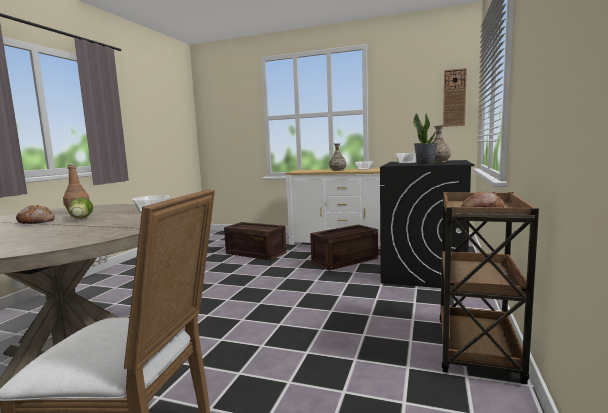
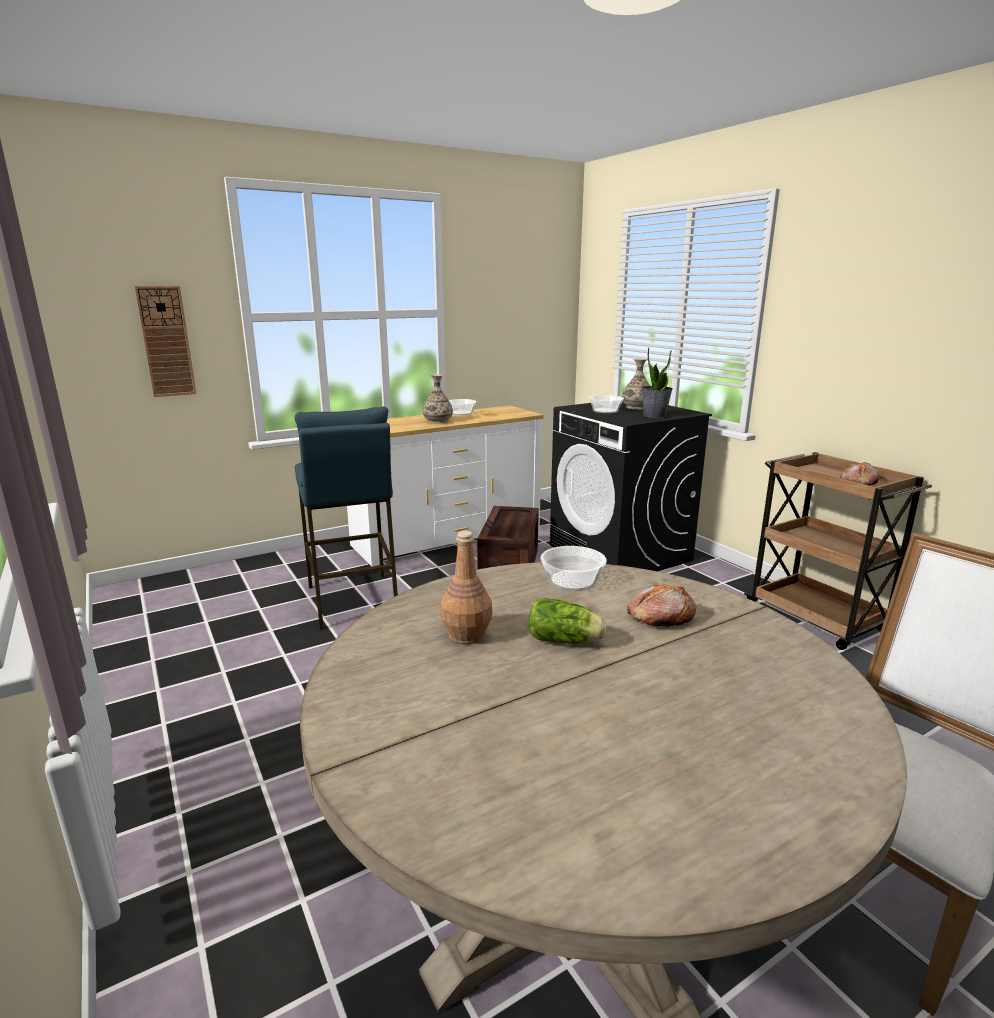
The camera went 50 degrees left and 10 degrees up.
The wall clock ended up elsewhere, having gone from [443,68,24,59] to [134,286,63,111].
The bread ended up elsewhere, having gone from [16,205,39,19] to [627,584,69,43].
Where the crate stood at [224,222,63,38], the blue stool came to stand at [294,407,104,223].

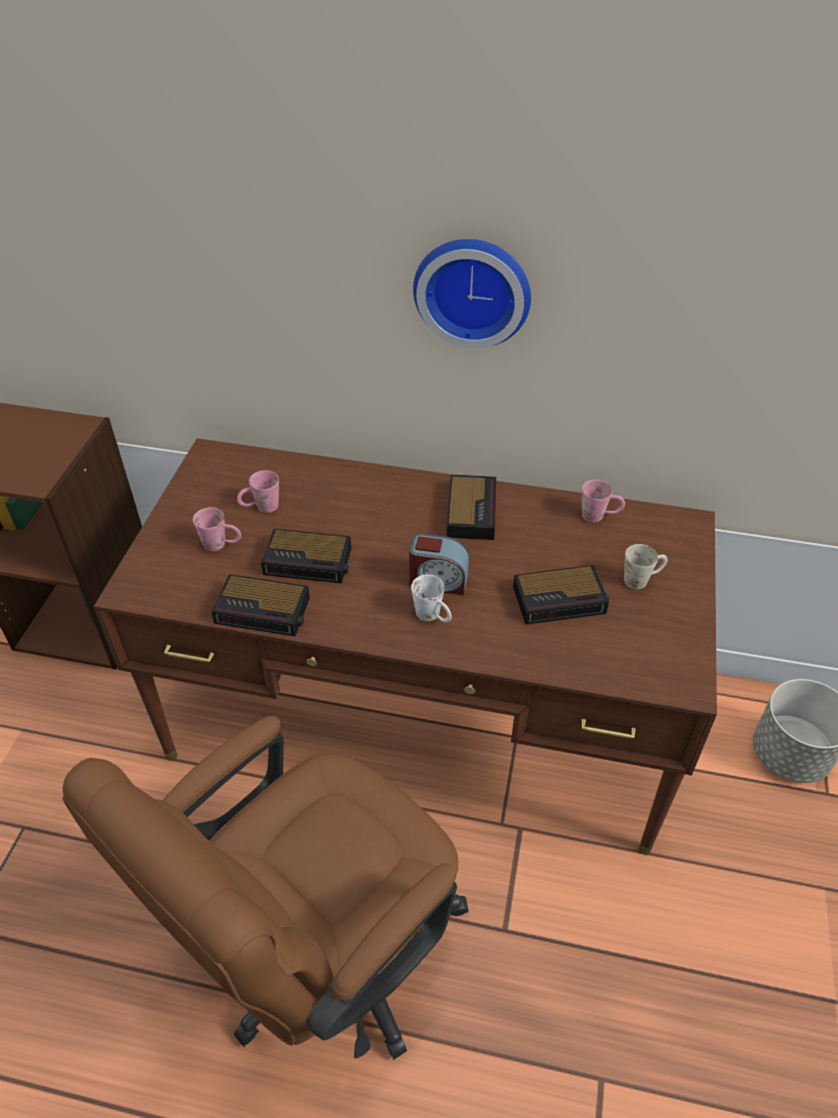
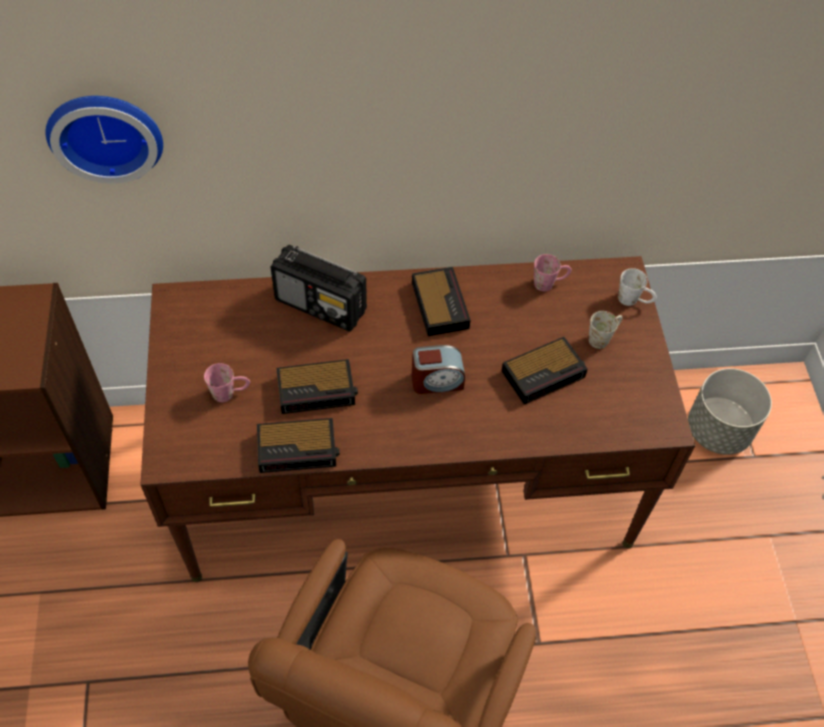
The camera went 20 degrees left and 10 degrees up.
The wall clock ended up elsewhere, having gone from [413,239,118,110] to [45,96,118,88].
The second view lost the pink mug at [237,470,42,43].
The white mug ended up elsewhere, having gone from [411,574,41,48] to [618,268,38,38].
The second view gained the radio at [271,245,96,87].

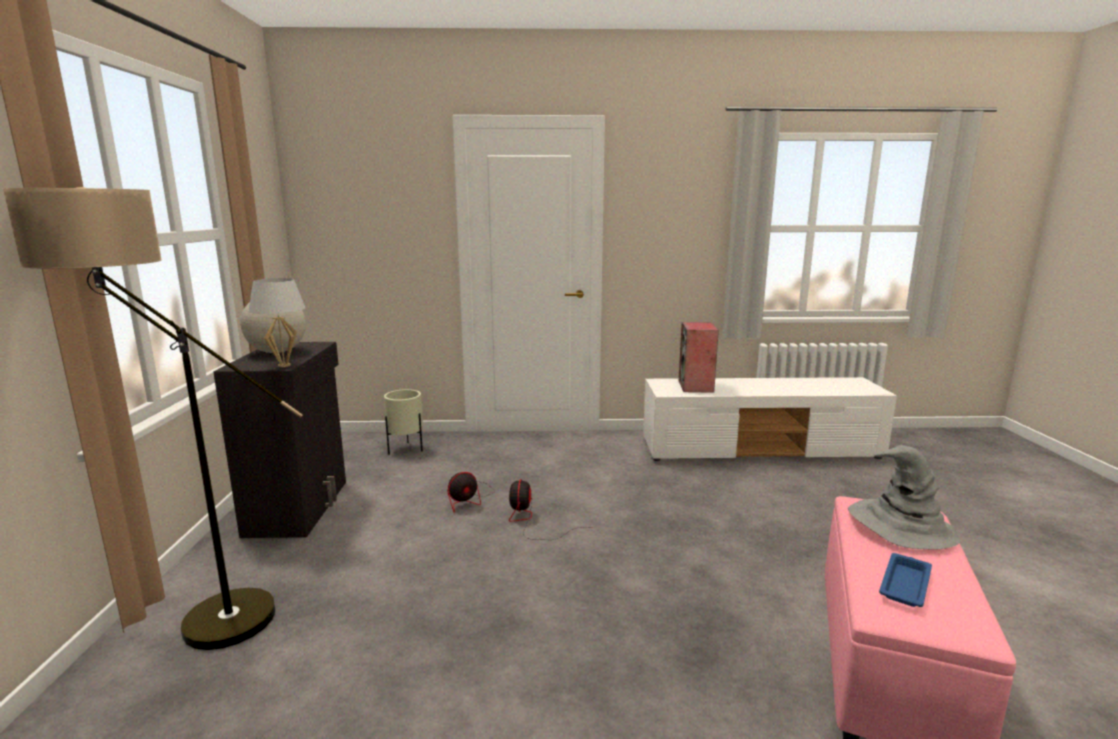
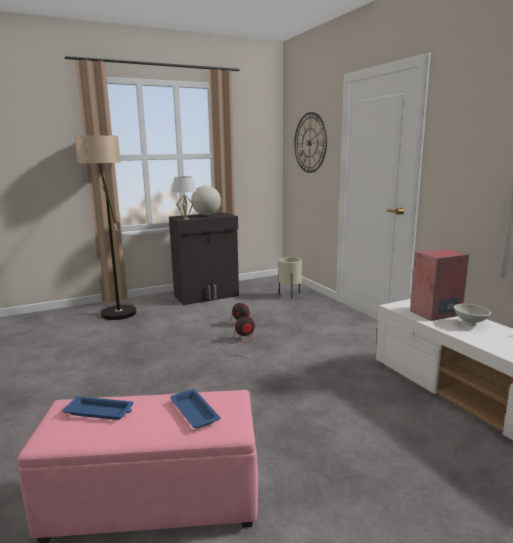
The camera went 65 degrees right and 0 degrees up.
Where the grey hat stood at [848,445,112,104], the blue tray came to stand at [170,389,50,39].
The second view gained the wall clock at [294,112,33,61].
The second view gained the white bowl at [454,304,37,23].

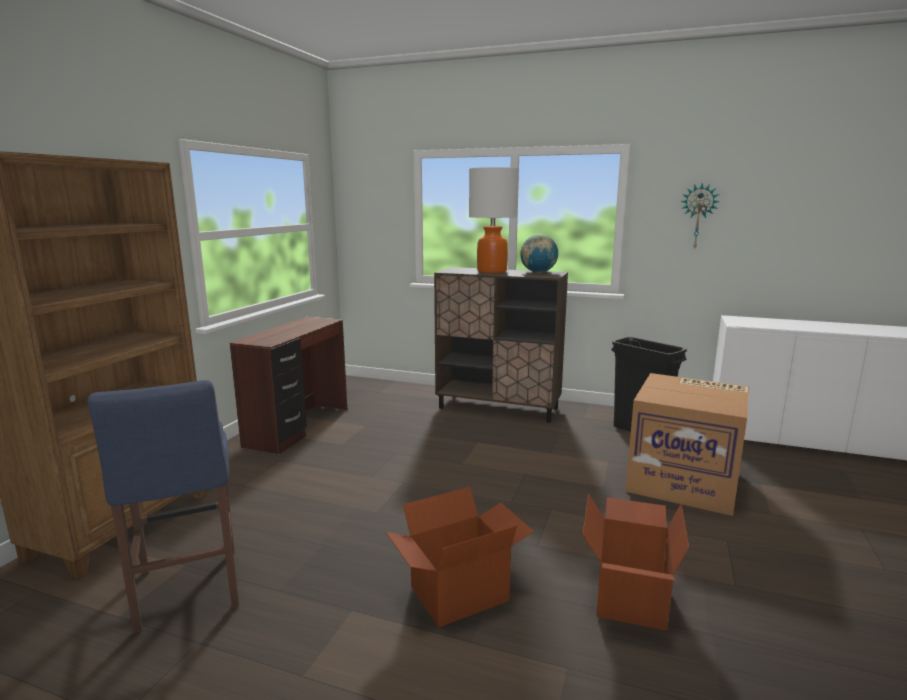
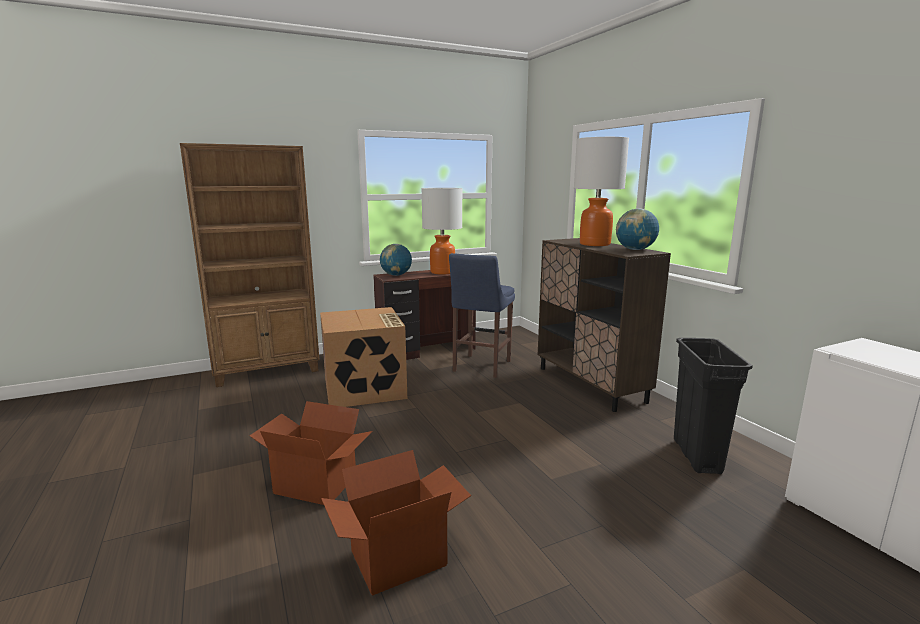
The camera went 45 degrees right and 0 degrees up.
The second view lost the wall clock at [681,182,39,66].
The cardboard box ended up elsewhere, having gone from [625,373,124,143] to [320,307,87,100].
The blue stool ended up elsewhere, having gone from [88,380,151,254] to [449,253,66,125].
The second view gained the table lamp at [421,188,41,87].
The second view gained the globe at [380,244,32,32].

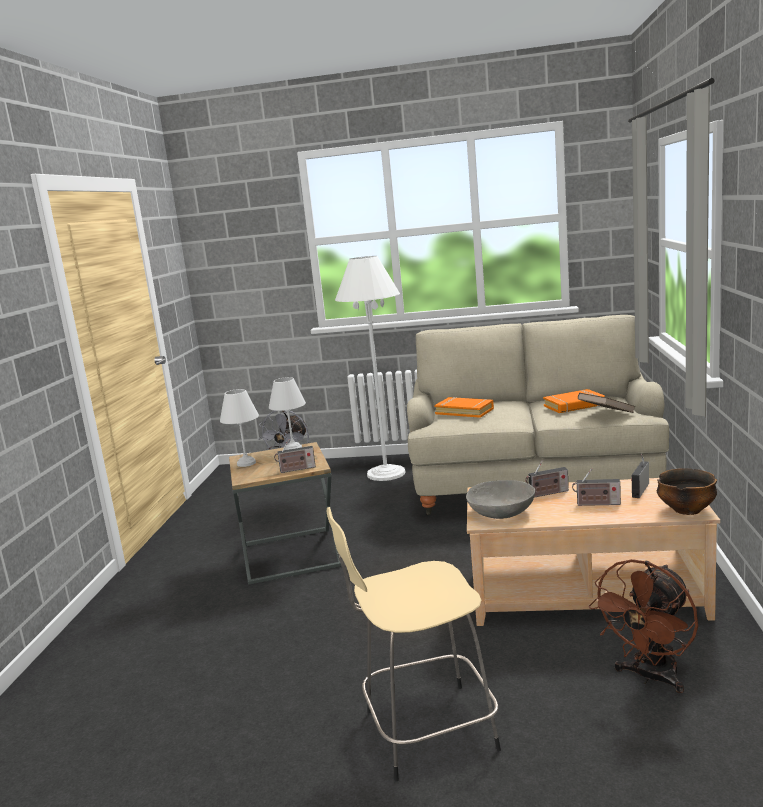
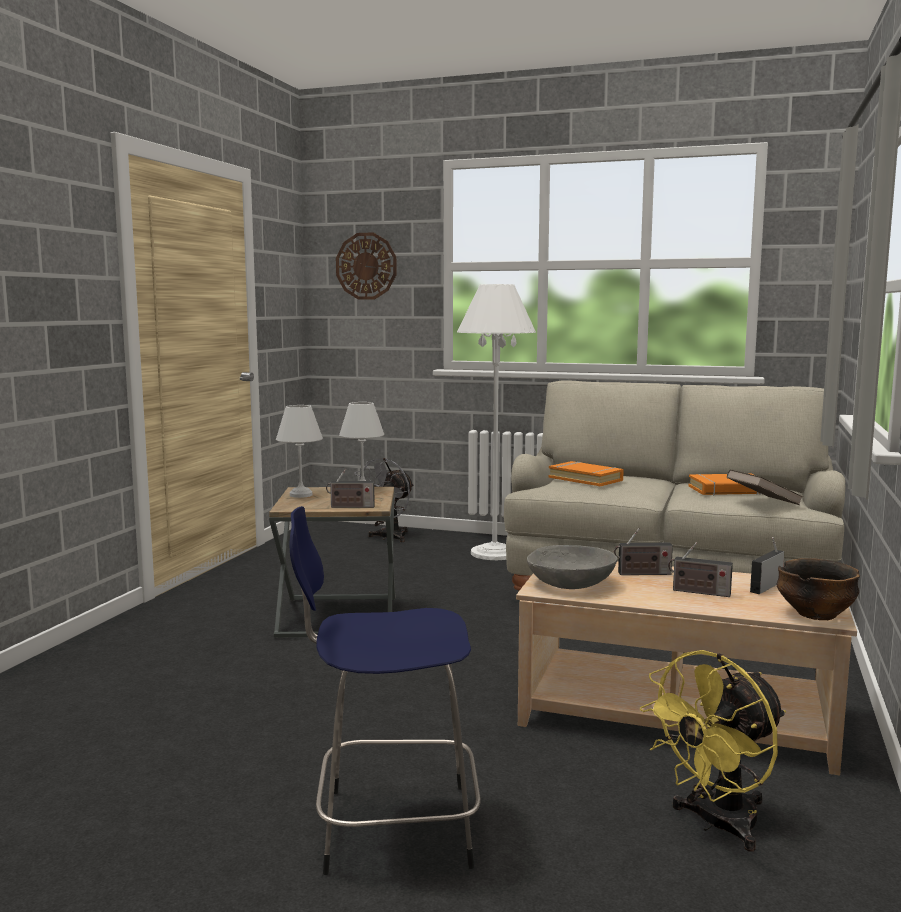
The camera went 10 degrees right and 5 degrees down.
What was the beige stool at [327,507,174,274] turned into the blue stool at [289,506,192,369].
What was the brown fan at [589,559,109,134] turned into the yellow fan at [640,650,146,202].
The second view gained the wall clock at [336,232,61,68].

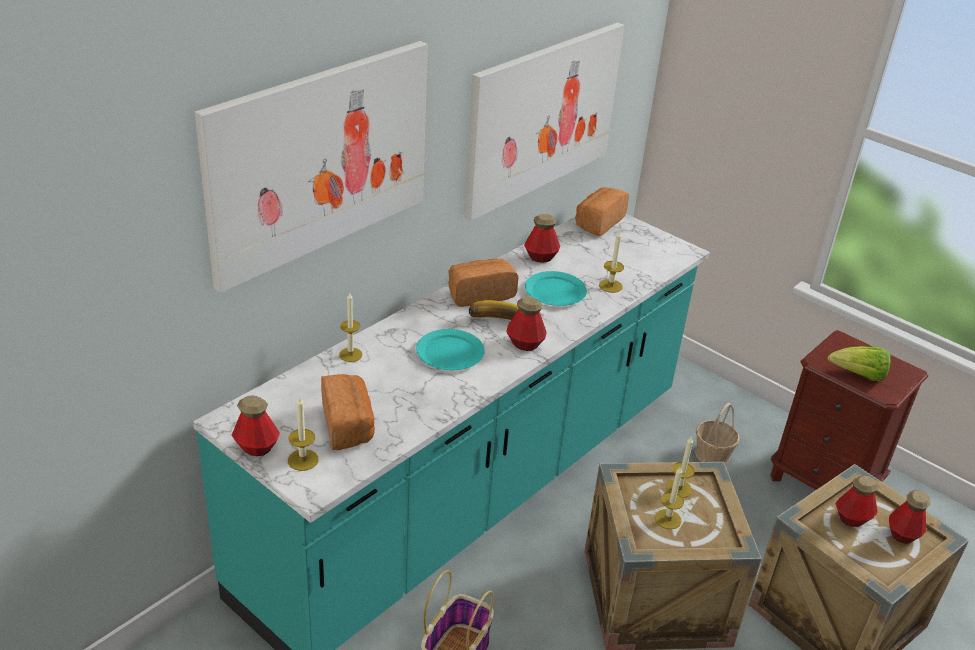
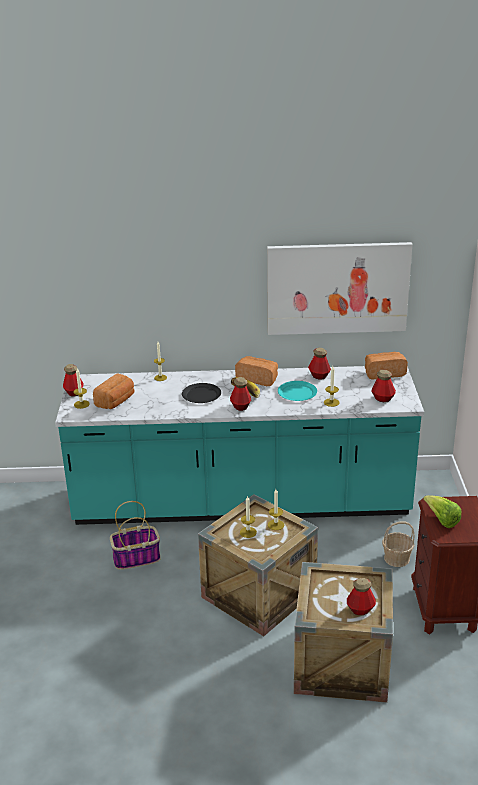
The camera went 50 degrees right and 5 degrees down.
The second view lost the picture at [195,41,233,252].
What was the turquoise plate at [416,329,69,41] turned into the black plate at [182,383,39,20].
The bottle ended up elsewhere, having gone from [836,476,43,51] to [371,370,25,32].

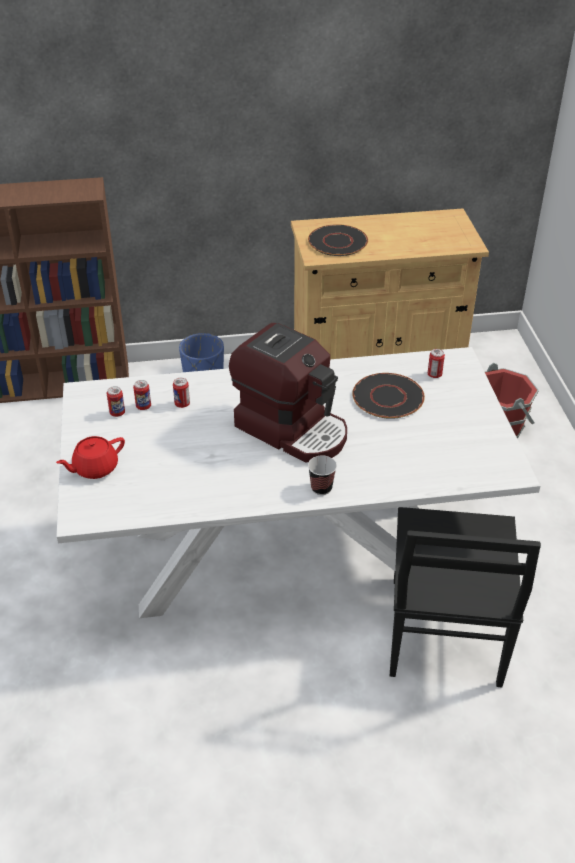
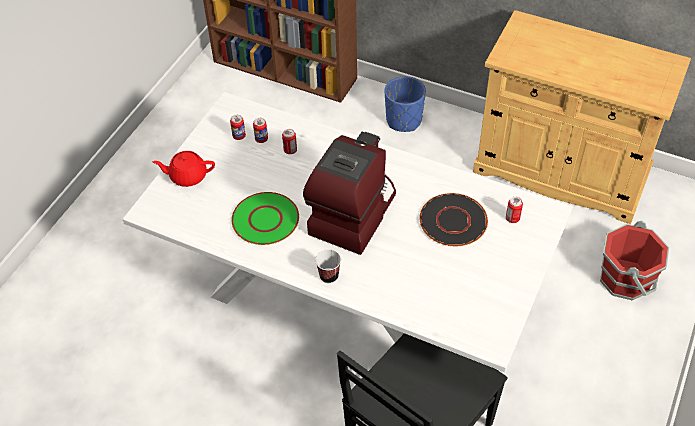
The camera went 35 degrees right and 10 degrees up.
The second view lost the black plate at [308,224,60,32].
The coffee machine at [229,323,118,139] ended up facing another way, 135 degrees counterclockwise from before.
The second view gained the green plate at [231,192,68,53].

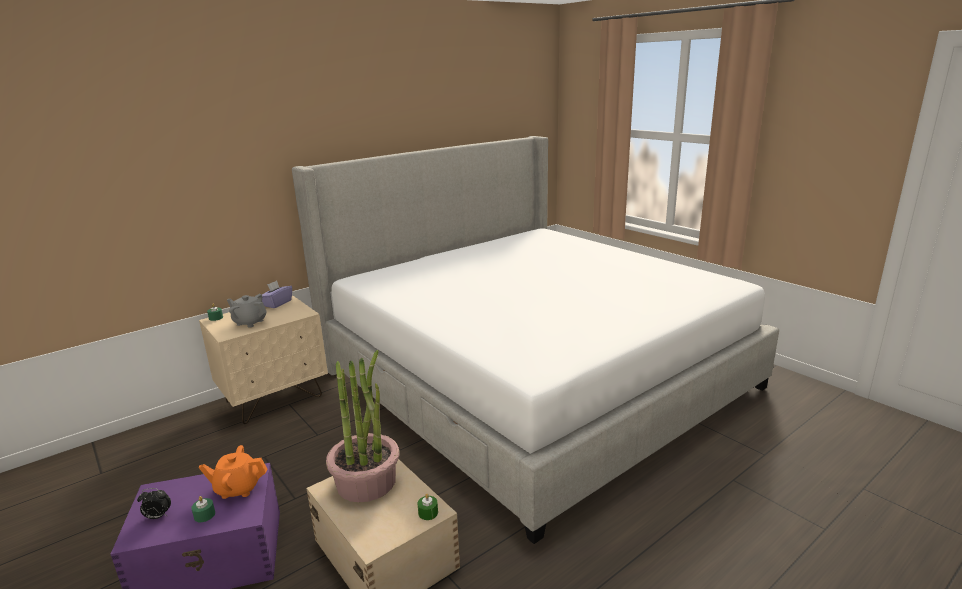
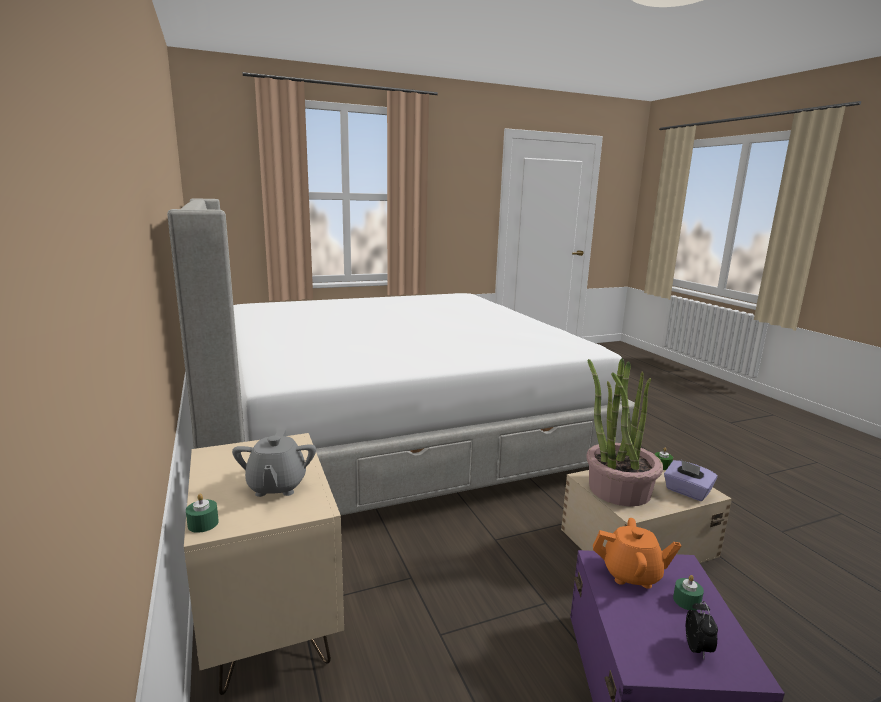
The camera went 75 degrees left and 5 degrees down.
The purple tissue box ended up elsewhere, having gone from [262,281,30,27] to [664,460,54,41].
The grey teapot at [227,294,40,34] ended up facing another way, 45 degrees counterclockwise from before.
The orange teapot at [199,445,68,54] ended up facing another way, 90 degrees counterclockwise from before.

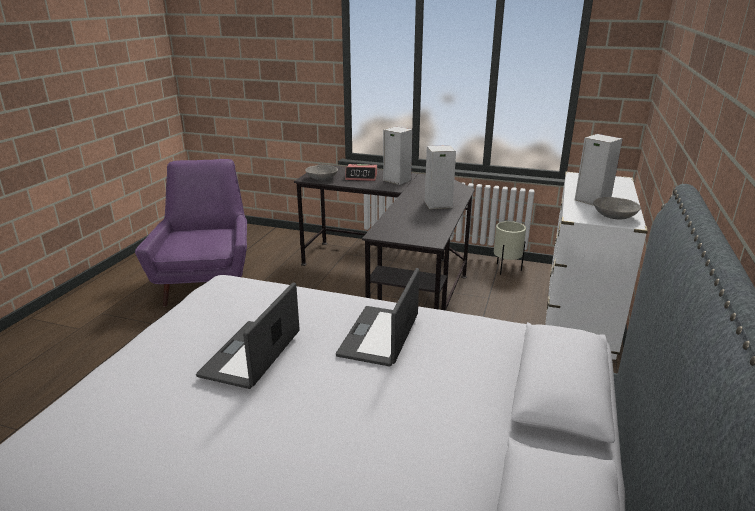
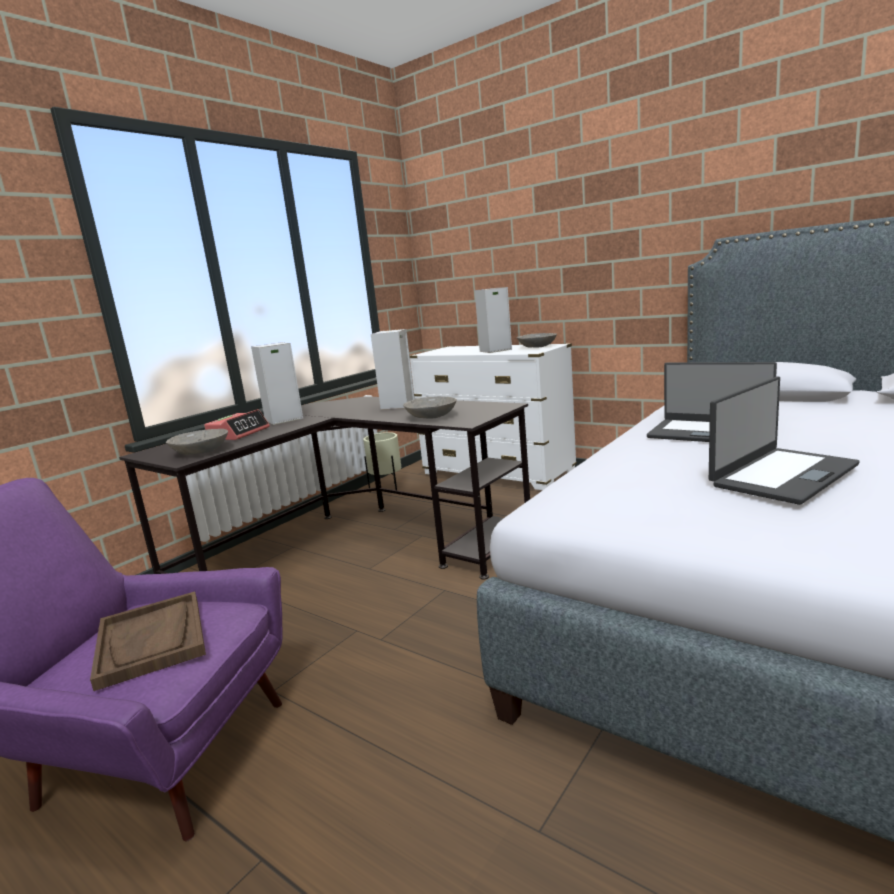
The camera went 70 degrees left and 10 degrees down.
The laptop at [196,282,104,107] ended up facing another way, 75 degrees counterclockwise from before.
The second view gained the grey bowl at [403,396,54,23].
The second view gained the brown tray at [90,592,116,99].

